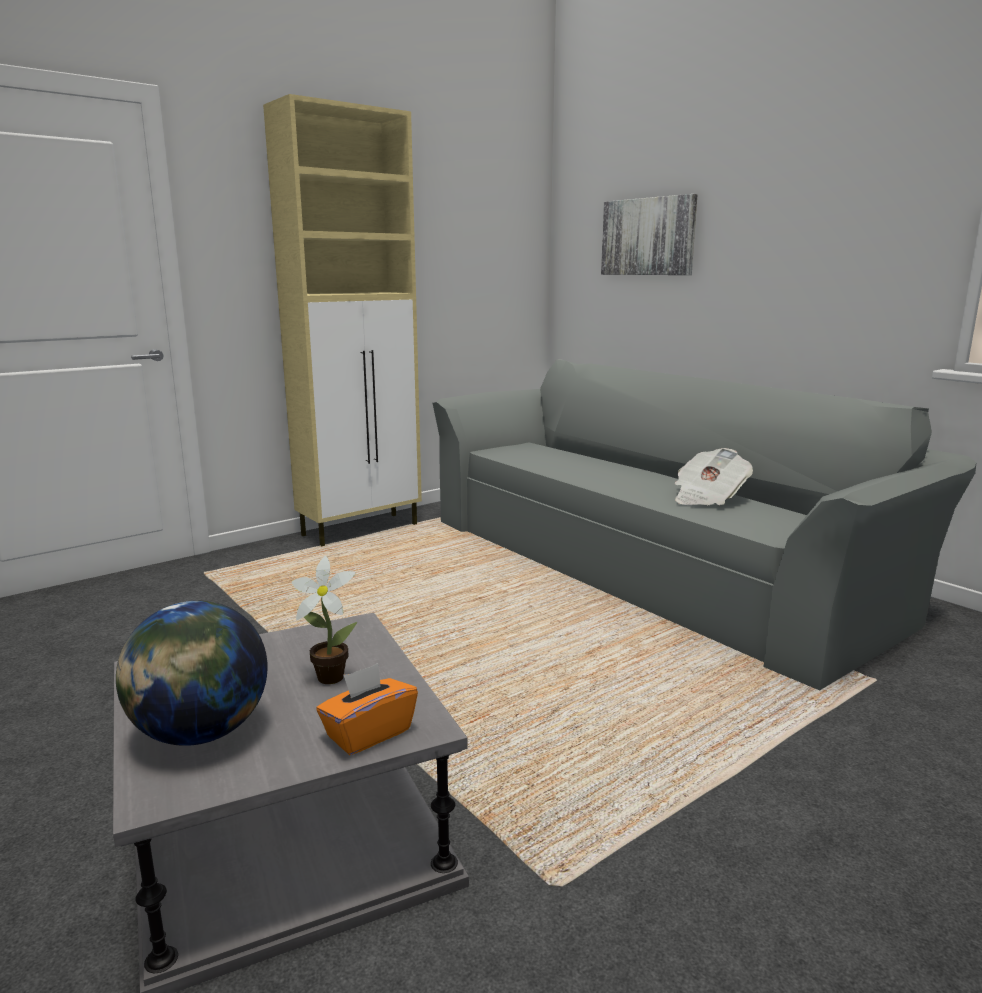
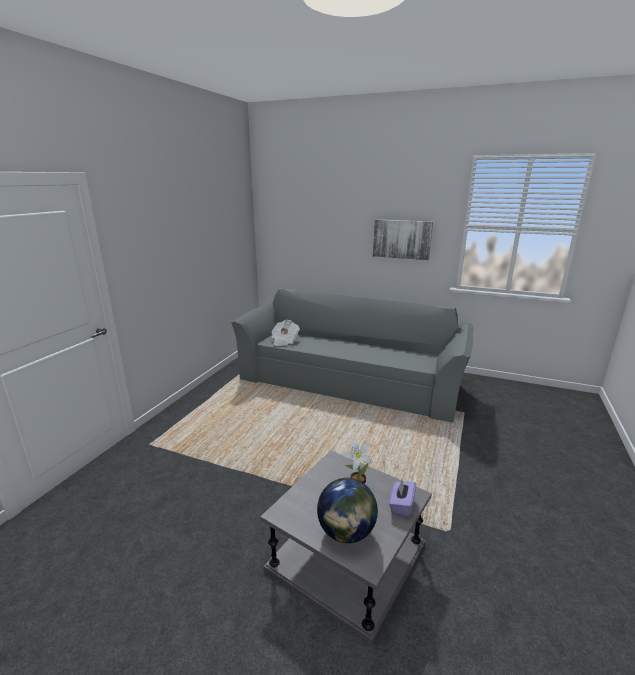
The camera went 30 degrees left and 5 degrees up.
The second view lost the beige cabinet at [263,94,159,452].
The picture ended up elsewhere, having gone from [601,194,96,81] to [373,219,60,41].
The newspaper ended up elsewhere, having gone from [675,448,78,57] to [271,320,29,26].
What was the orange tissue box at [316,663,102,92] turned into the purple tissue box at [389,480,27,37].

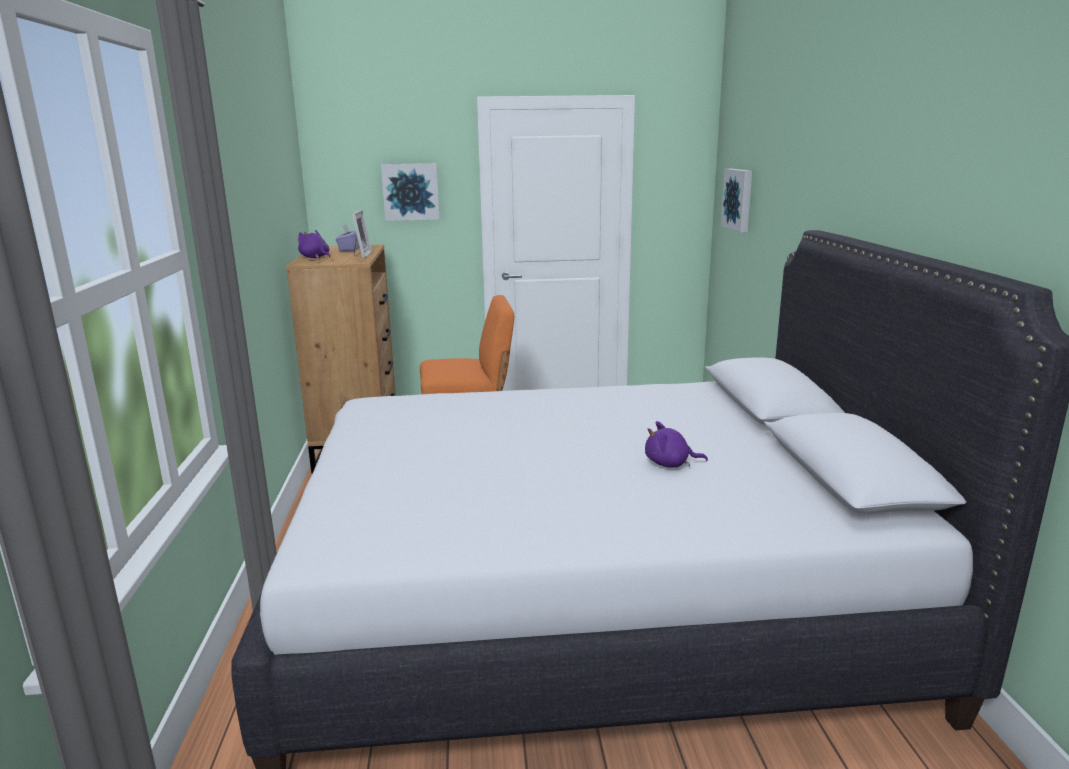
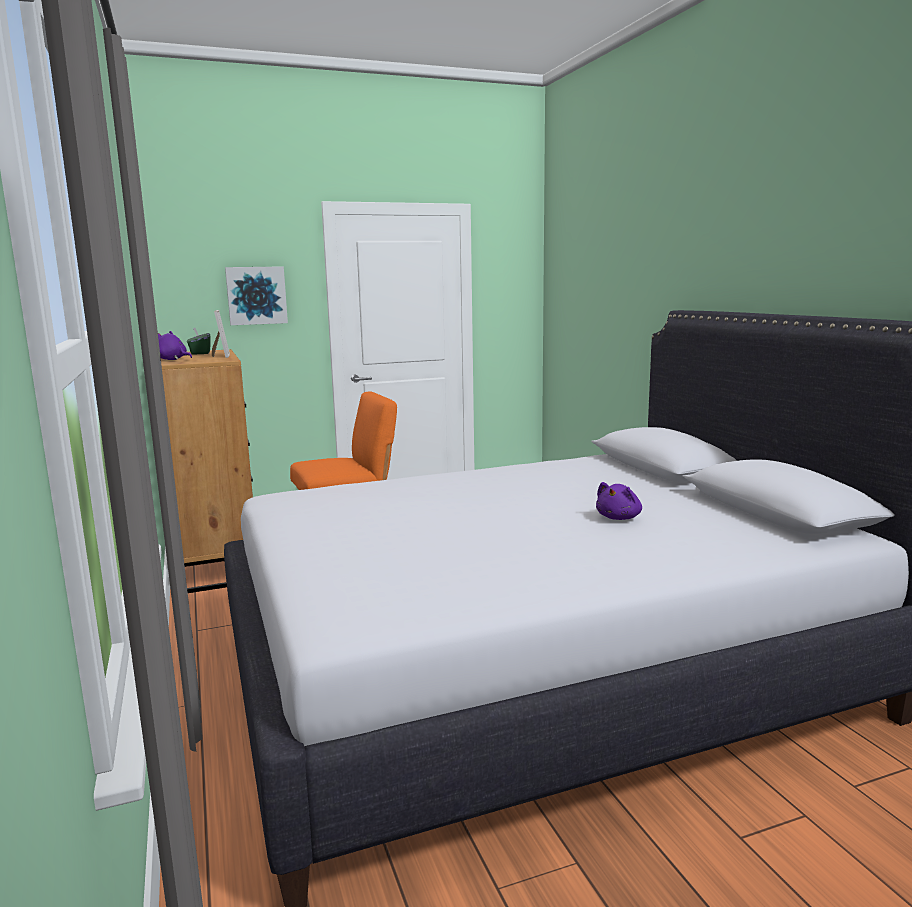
The camera went 15 degrees left and 5 degrees down.
The second view lost the picture at [721,169,31,64].
What was the purple tissue box at [336,224,24,27] turned into the green tissue box at [187,328,24,27].
The purple plush toy at [645,421,63,46] ended up facing another way, 45 degrees counterclockwise from before.

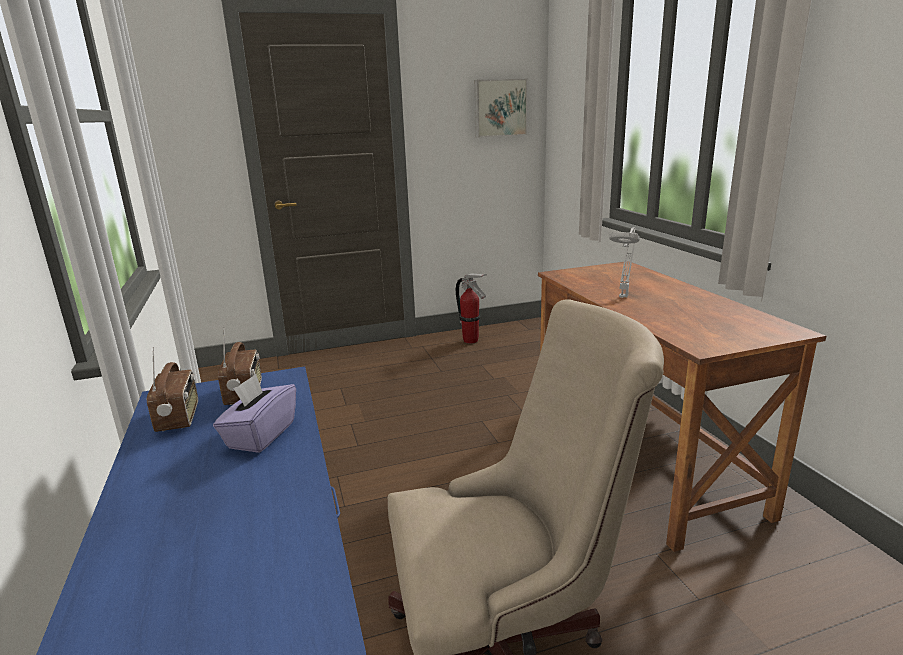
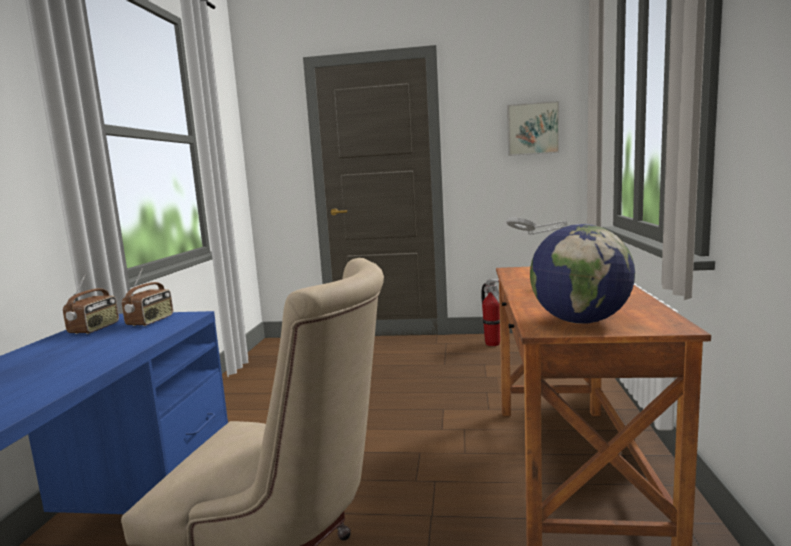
The camera went 25 degrees right and 10 degrees down.
The second view lost the purple tissue box at [213,374,83,79].
The second view gained the globe at [530,224,105,100].

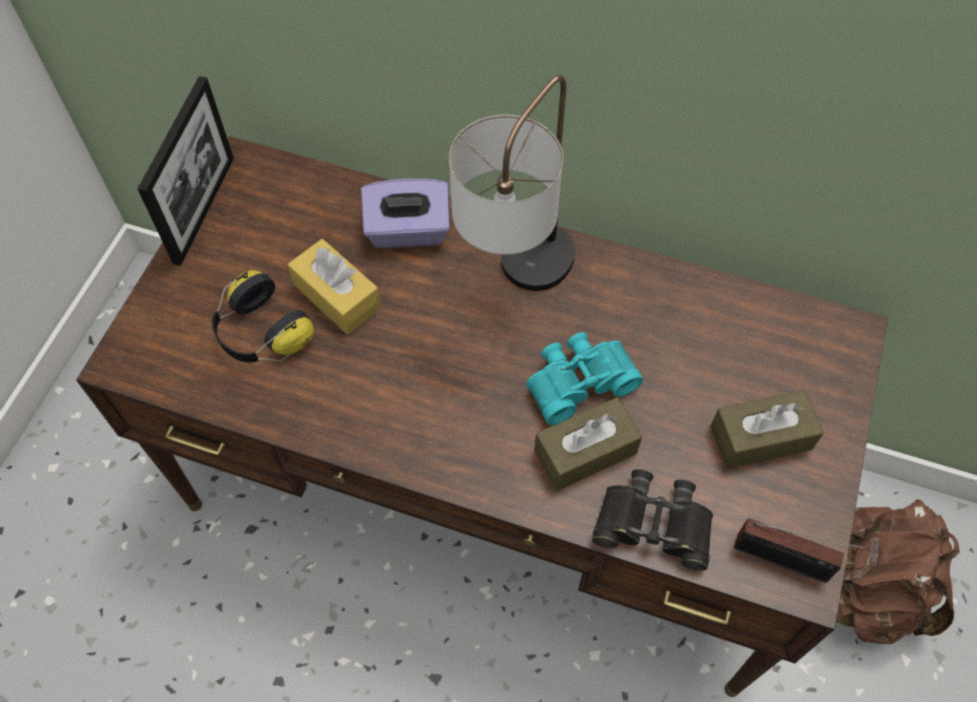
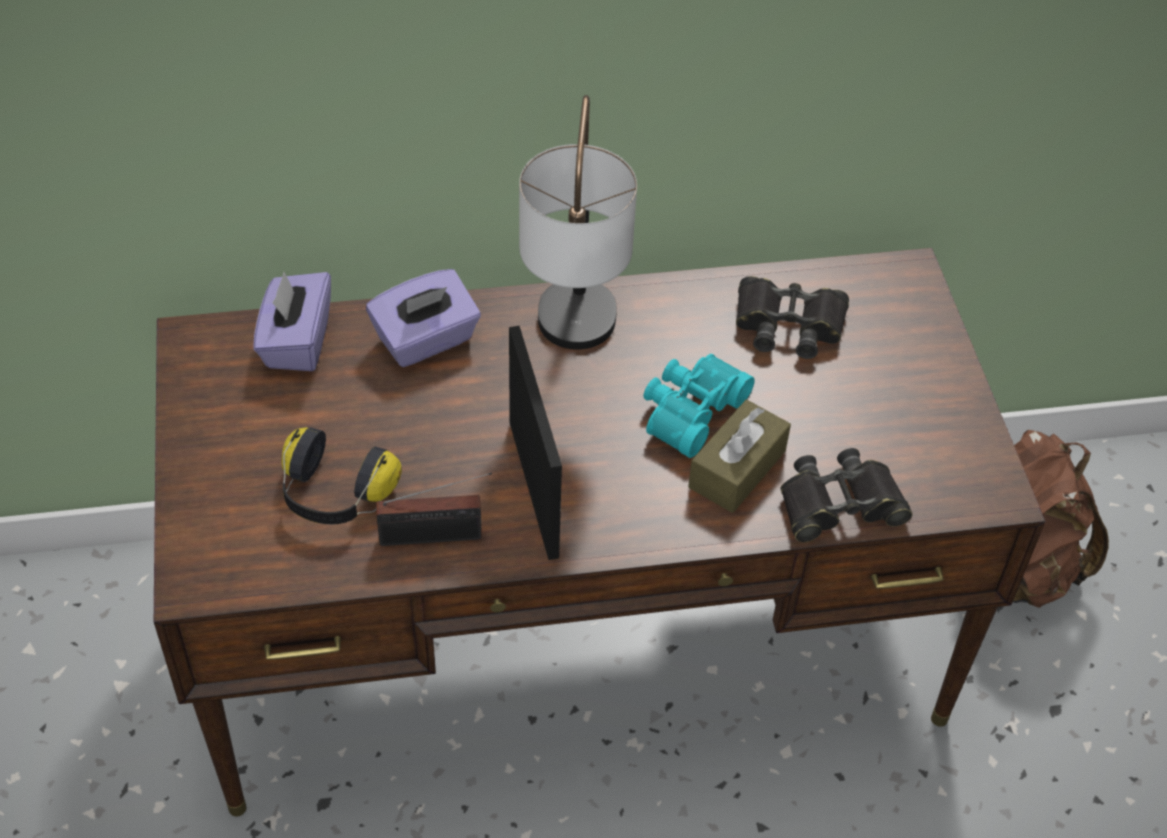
The camera went 30 degrees left and 10 degrees down.
The picture frame ended up elsewhere, having gone from [138,76,96,190] to [509,326,53,234].
The second view lost the yellow tissue box at [288,239,93,95].
The second view lost the brown tissue box at [710,390,114,79].
The radio ended up elsewhere, having gone from [734,518,135,65] to [376,472,116,74].
The second view gained the purple tissue box at [253,272,78,99].
The second view gained the black binoculars at [736,276,113,83].

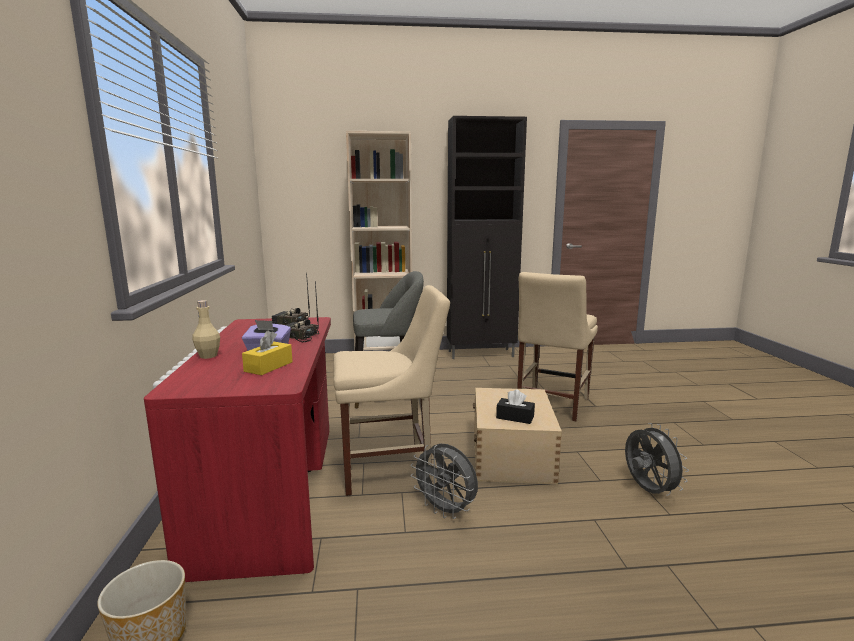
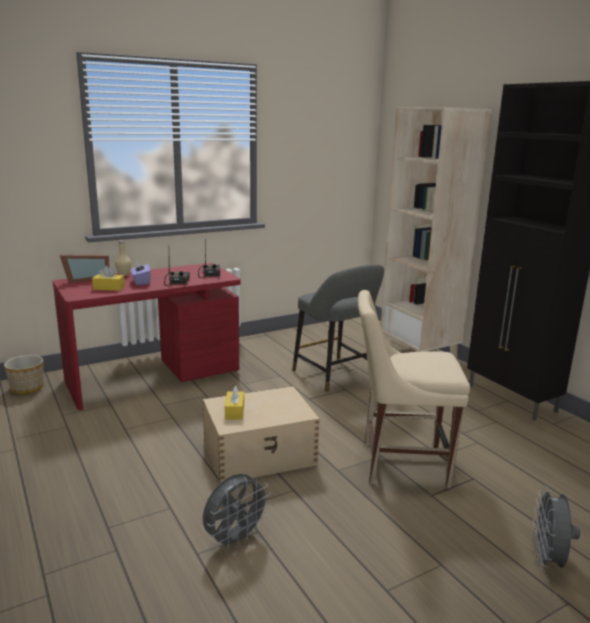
The camera went 65 degrees right and 5 degrees up.
The second view lost the beige chair at [333,285,117,211].
What was the black tissue box at [496,389,39,35] turned into the yellow tissue box at [225,386,19,33].
The grey fan ended up elsewhere, having gone from [411,444,67,75] to [533,487,47,82].
The second view gained the picture frame at [59,254,50,29].

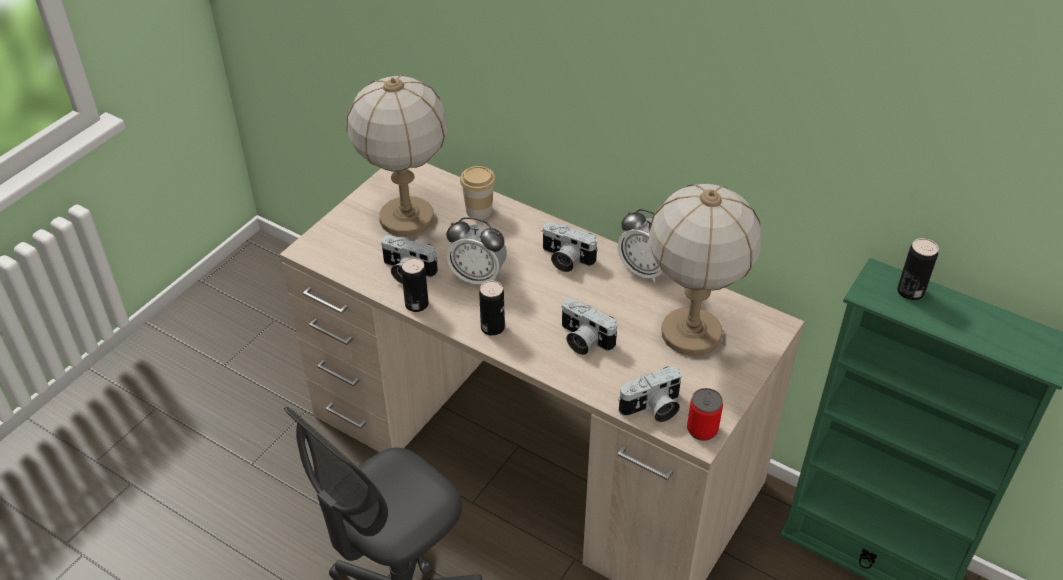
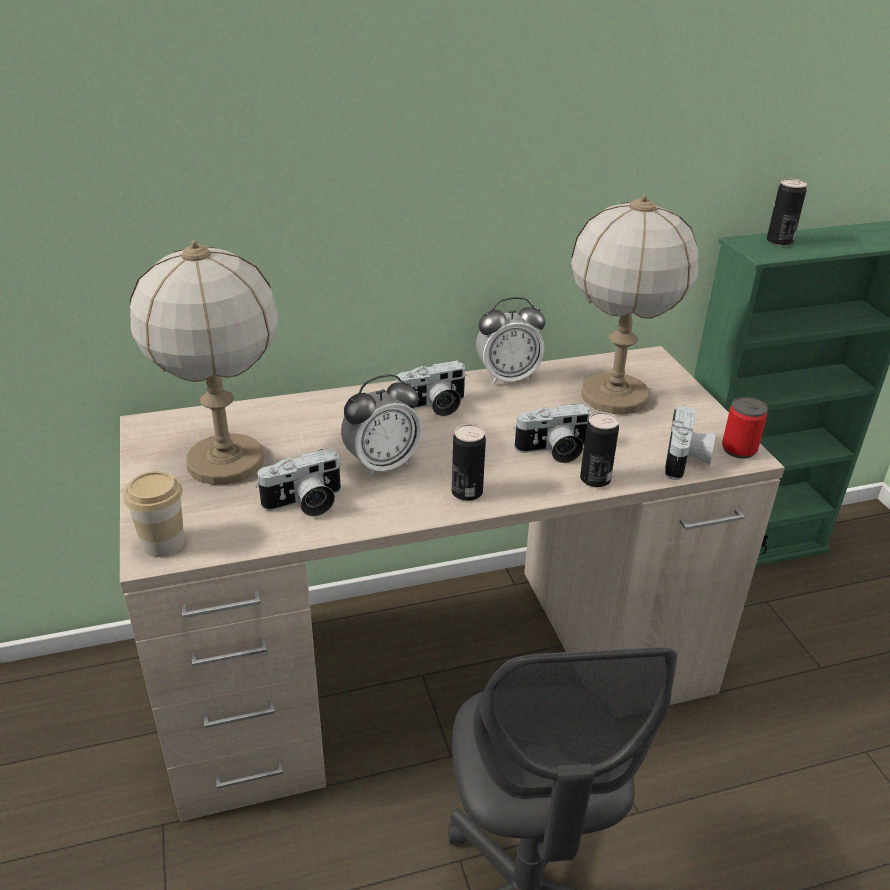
The camera went 50 degrees left and 10 degrees down.
The cup ended up elsewhere, having gone from [460,166,36,53] to [123,471,61,86].
The can ended up elsewhere, having gone from [401,258,28,54] to [580,412,39,75].

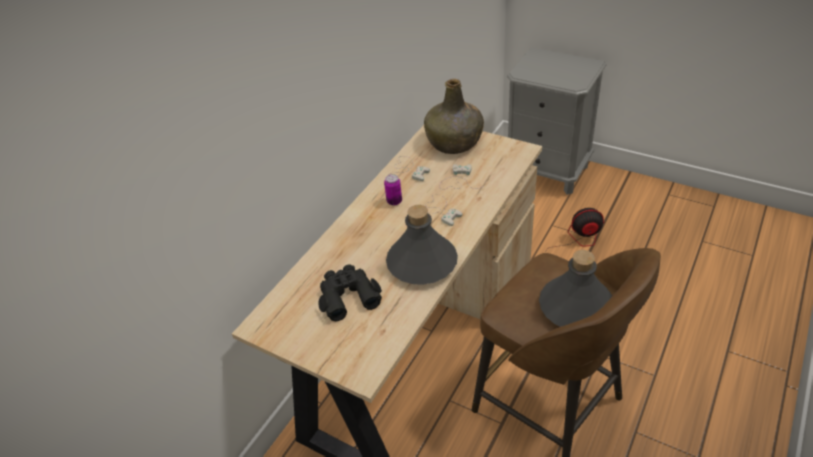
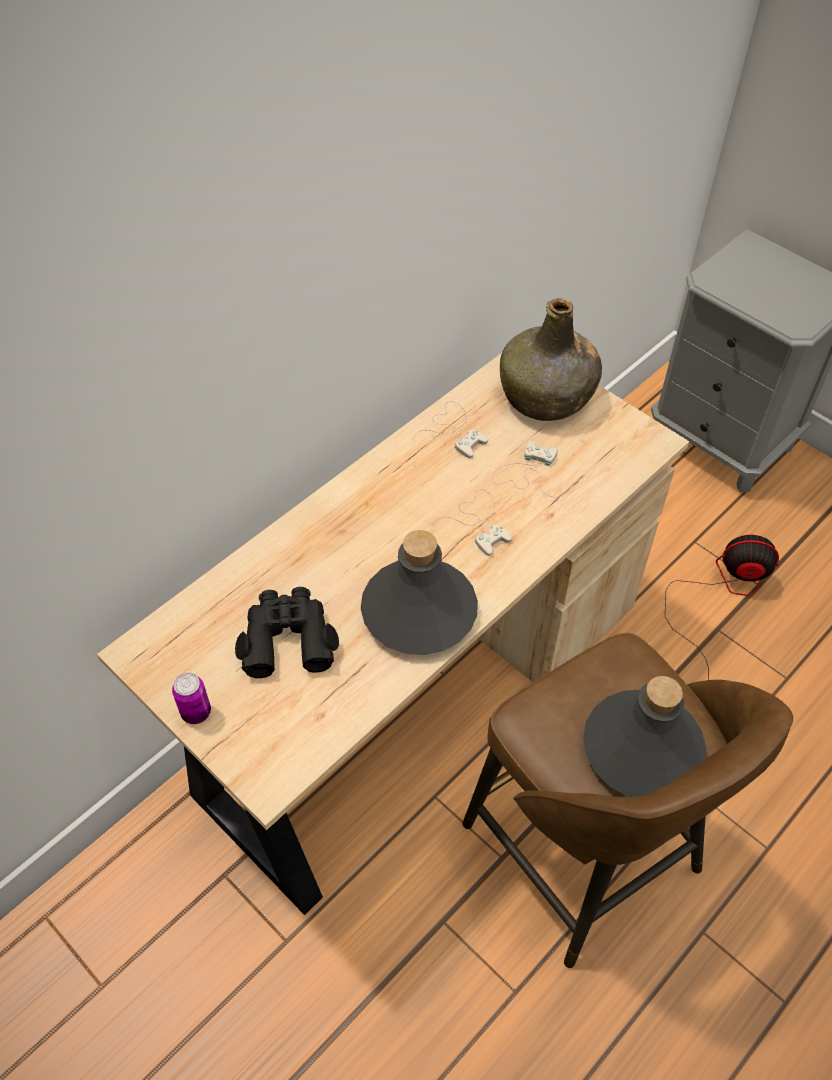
The camera went 10 degrees right and 10 degrees up.
The can ended up elsewhere, having gone from [384,174,18,32] to [172,673,39,51].

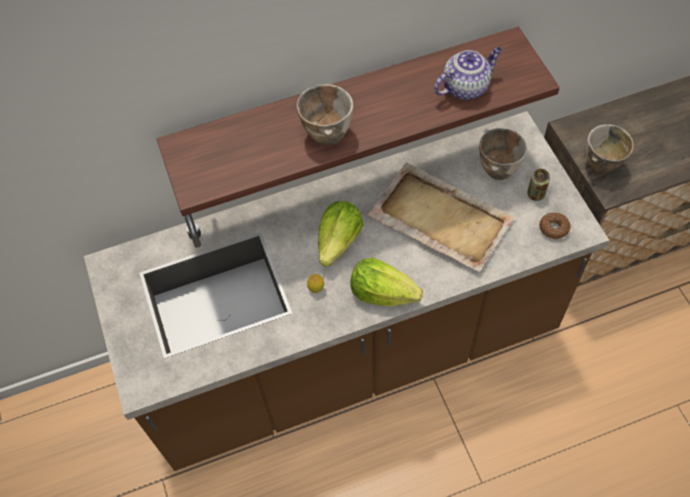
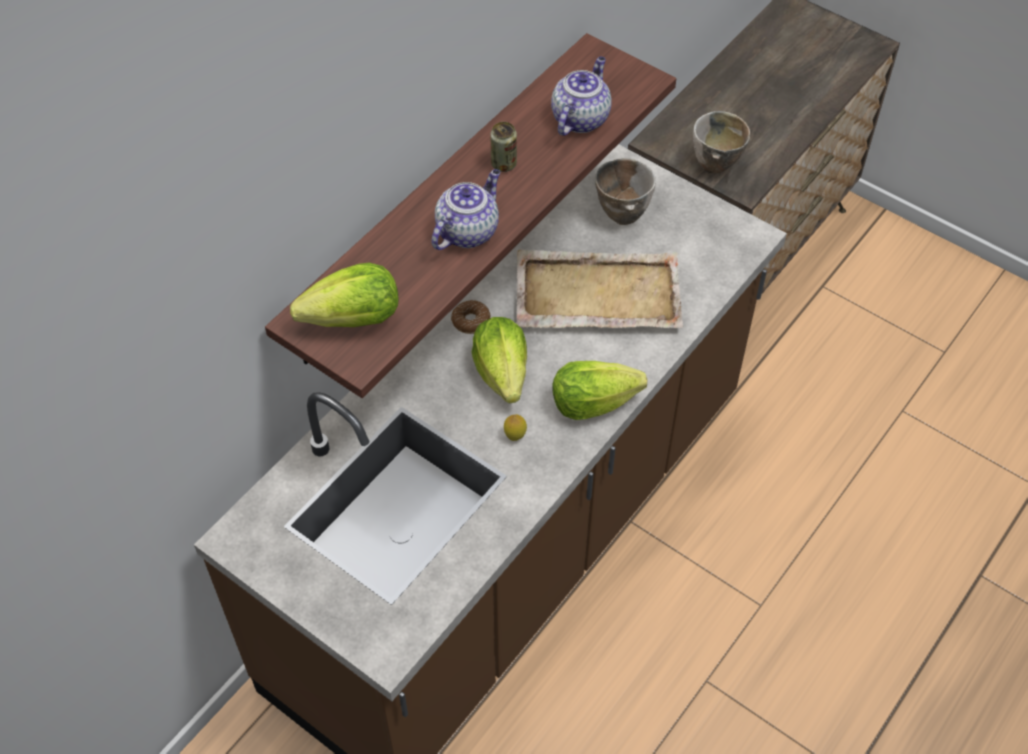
The camera went 35 degrees left and 5 degrees down.
Where the bowl stood at [296,84,57,62], the teapot came to stand at [432,169,68,81].
The can ended up elsewhere, having gone from [527,169,23,32] to [490,122,27,50].
The donut ended up elsewhere, having gone from [540,212,31,27] to [451,300,40,34].
The second view gained the lettuce at [290,263,109,64].

